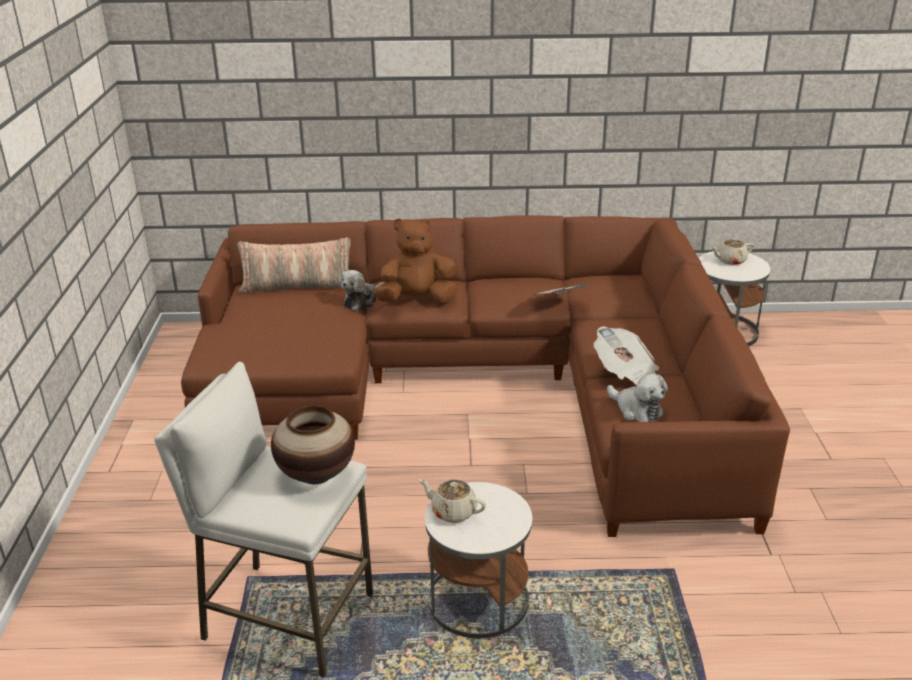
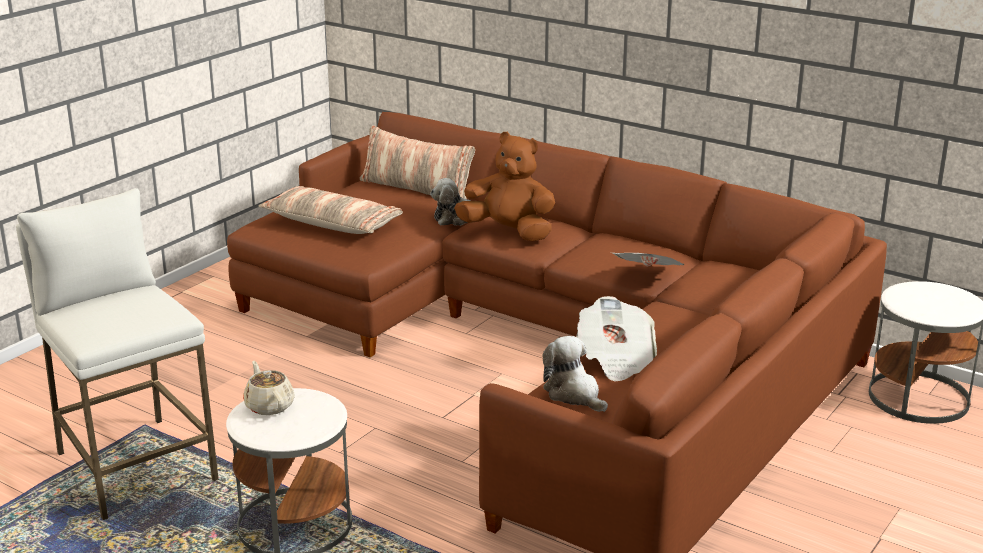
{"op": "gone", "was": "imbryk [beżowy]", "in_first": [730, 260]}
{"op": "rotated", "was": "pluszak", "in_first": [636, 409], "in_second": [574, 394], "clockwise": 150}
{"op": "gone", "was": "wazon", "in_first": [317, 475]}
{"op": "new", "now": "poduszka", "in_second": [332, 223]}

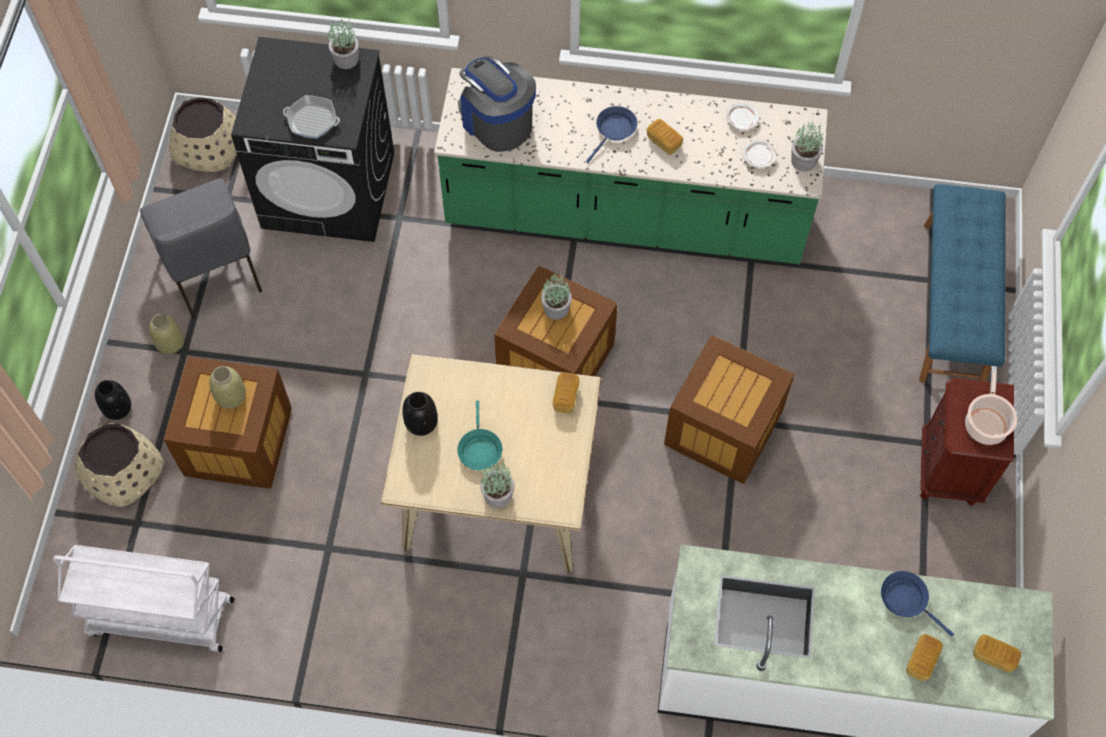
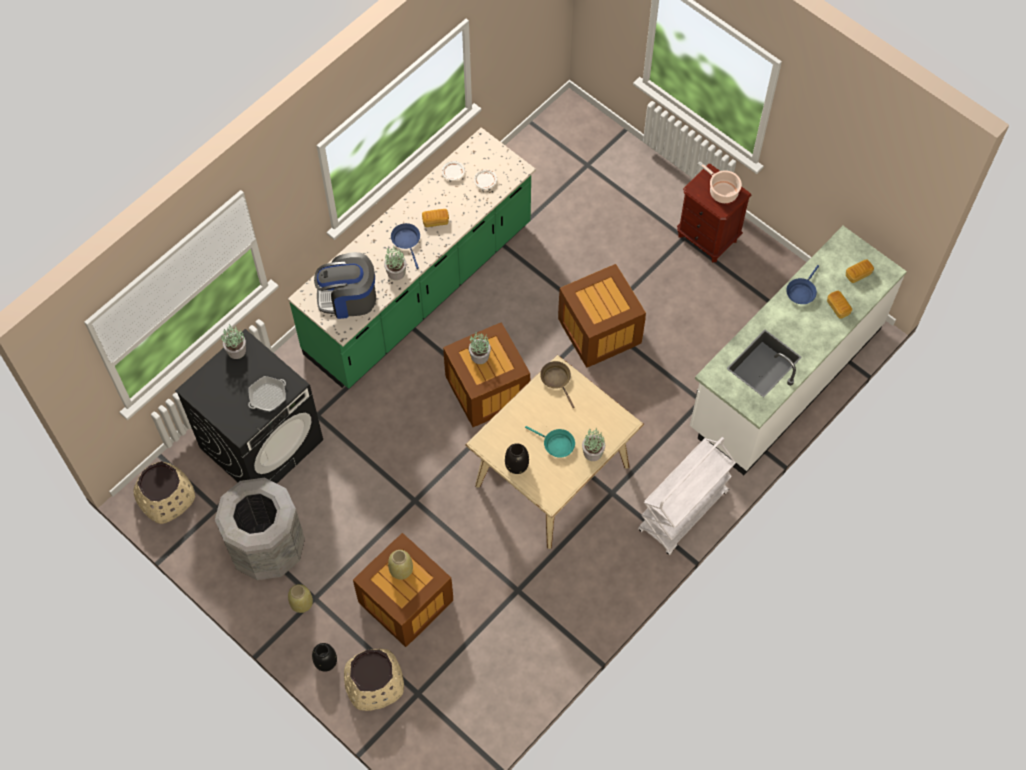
{"op": "shifted", "was": "roślina doniczkowa", "in_first": [803, 160], "in_second": [395, 272]}
{"op": "swapped", "was": "krzesło [szary]", "now": "kosz na śmieci [szary]", "in_first": [213, 272], "in_second": [268, 548]}
{"op": "gone", "was": "ławka [niebieski]", "in_first": [953, 304]}
{"op": "swapped", "was": "chleb", "now": "patelnia [brązowy]", "in_first": [566, 397], "in_second": [557, 380]}
{"op": "shifted", "was": "wózek [biały]", "in_first": [160, 617], "in_second": [683, 512]}
{"op": "rotated", "was": "patelnia [niebieski]", "in_first": [907, 600], "in_second": [801, 292], "clockwise": -45}

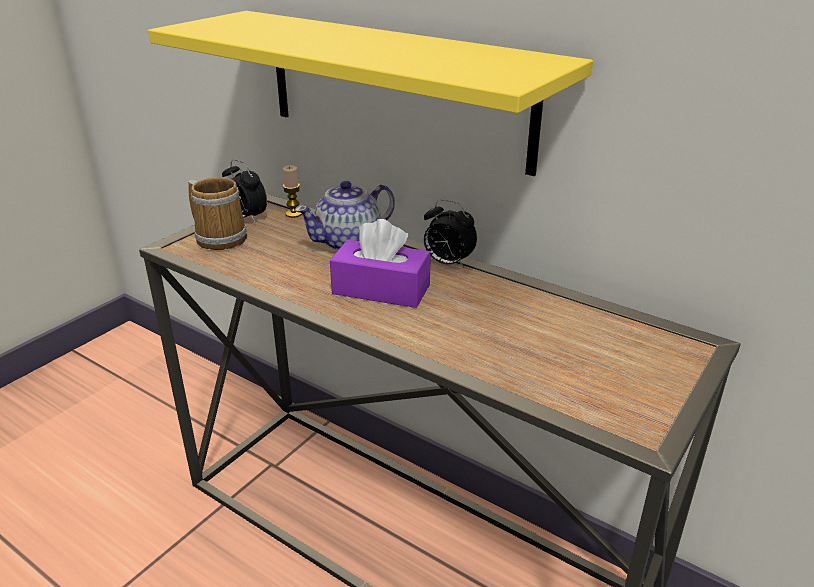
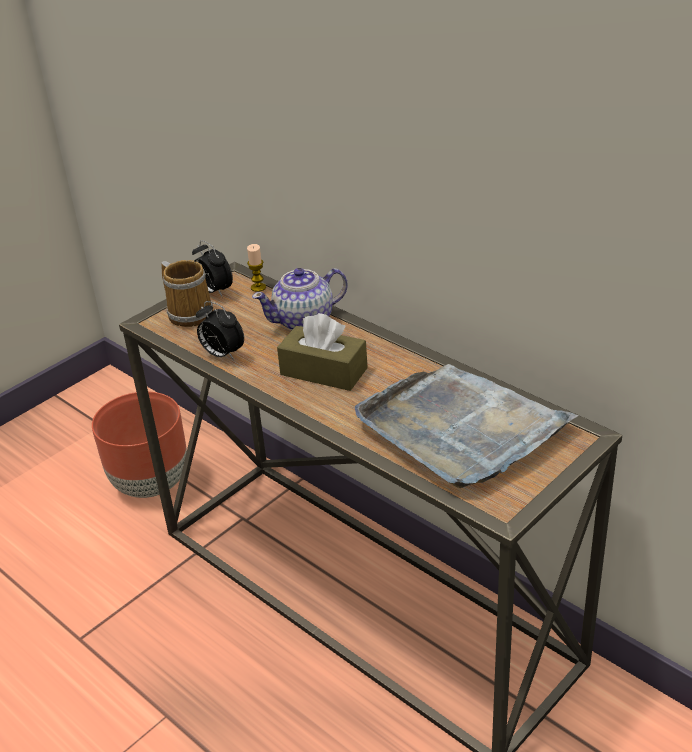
{"op": "gone", "was": "półka [żółty]", "in_first": [395, 88]}
{"op": "shifted", "was": "budzik", "in_first": [447, 263], "in_second": [222, 355]}
{"op": "repainted", "was": "pudełko chusteczek [fioletowy]", "now": "pudełko chusteczek [brązowy]", "in_first": [381, 289], "in_second": [323, 371]}
{"op": "new", "now": "taca [szary]", "in_second": [460, 429]}
{"op": "new", "now": "donica [brązowy]", "in_second": [151, 483]}

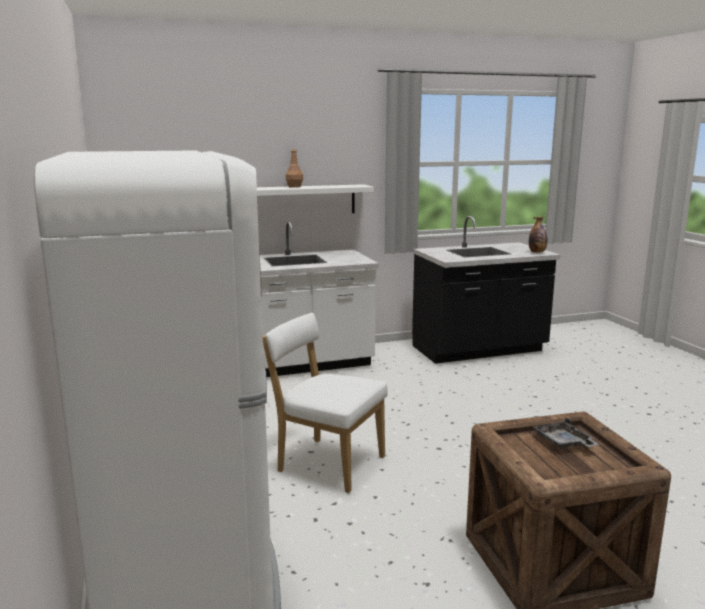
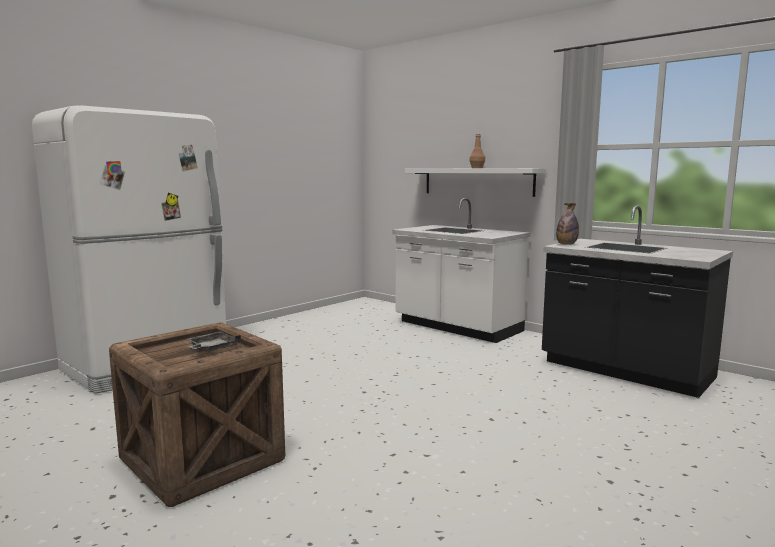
{"op": "shifted", "was": "butelka", "in_first": [537, 252], "in_second": [566, 244]}
{"op": "gone", "was": "krzesło [biały]", "in_first": [327, 463]}

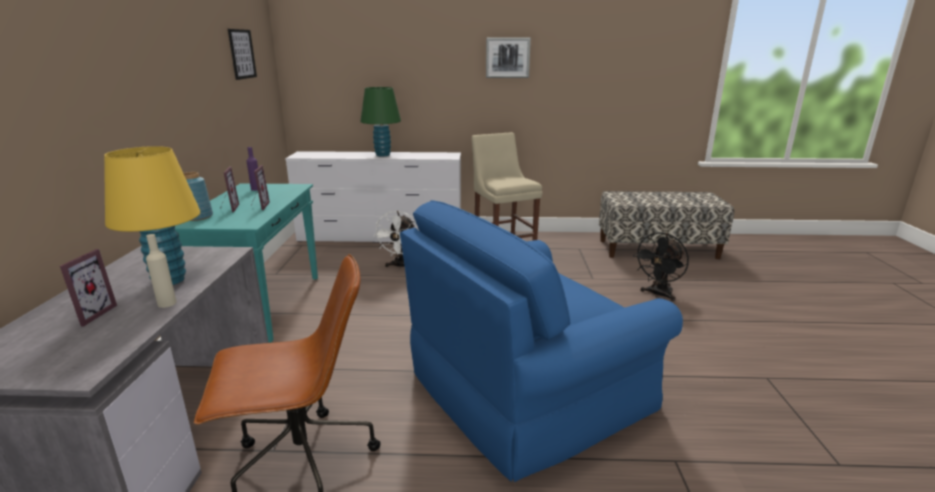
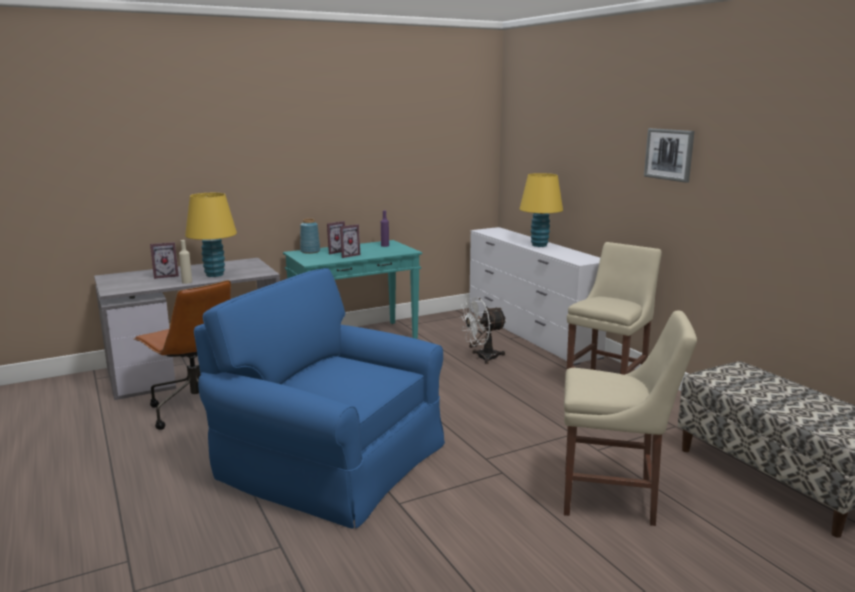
{"op": "gone", "was": "obraz", "in_first": [242, 54]}
{"op": "repainted", "was": "lampa stołowa [zielony]", "now": "lampa stołowa [żółty]", "in_first": [383, 155], "in_second": [539, 245]}
{"op": "swapped", "was": "wentylator [czarny]", "now": "krzesło [beżowy]", "in_first": [658, 294], "in_second": [614, 498]}

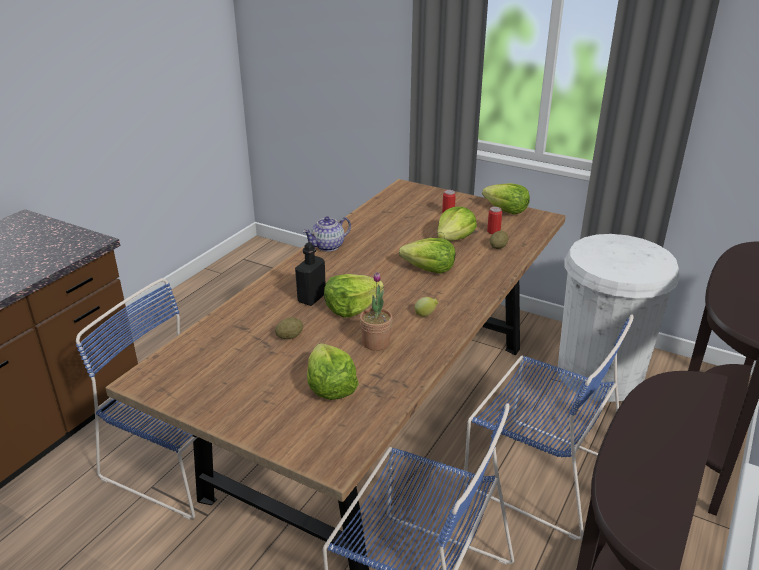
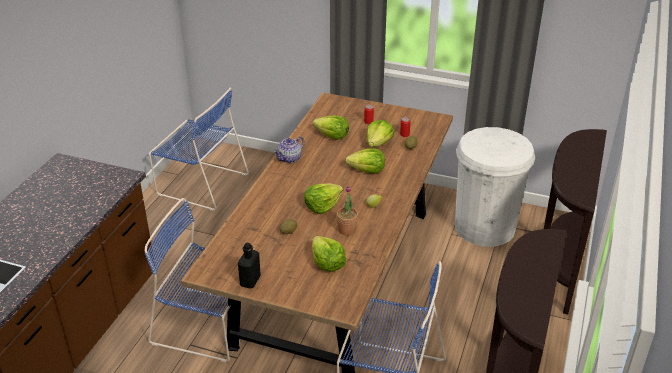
{"op": "shifted", "was": "sałata", "in_first": [506, 210], "in_second": [332, 136]}
{"op": "shifted", "was": "butelka [czarny]", "in_first": [311, 298], "in_second": [250, 281]}
{"op": "shifted", "was": "krzesło [niebieski]", "in_first": [538, 473], "in_second": [200, 184]}

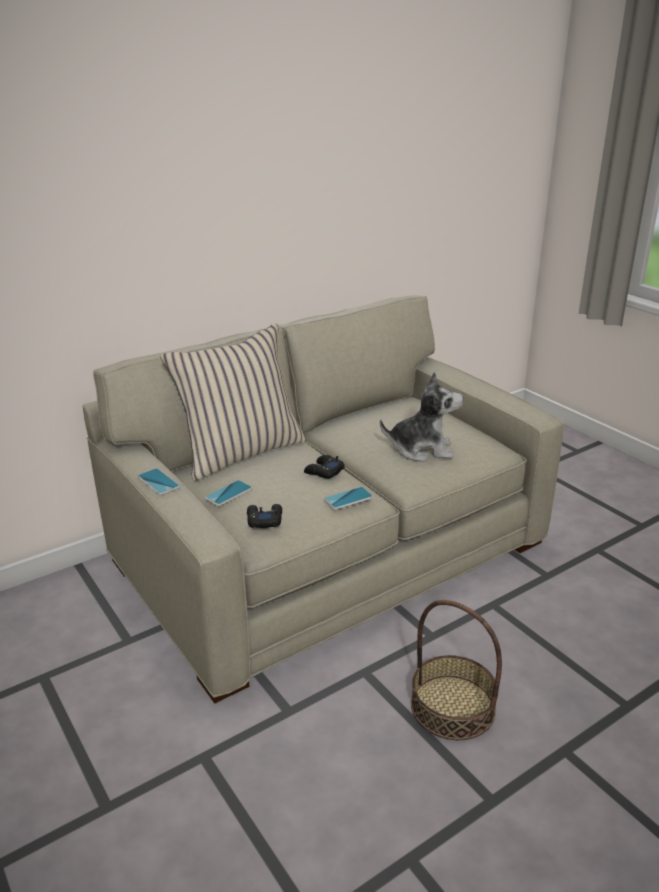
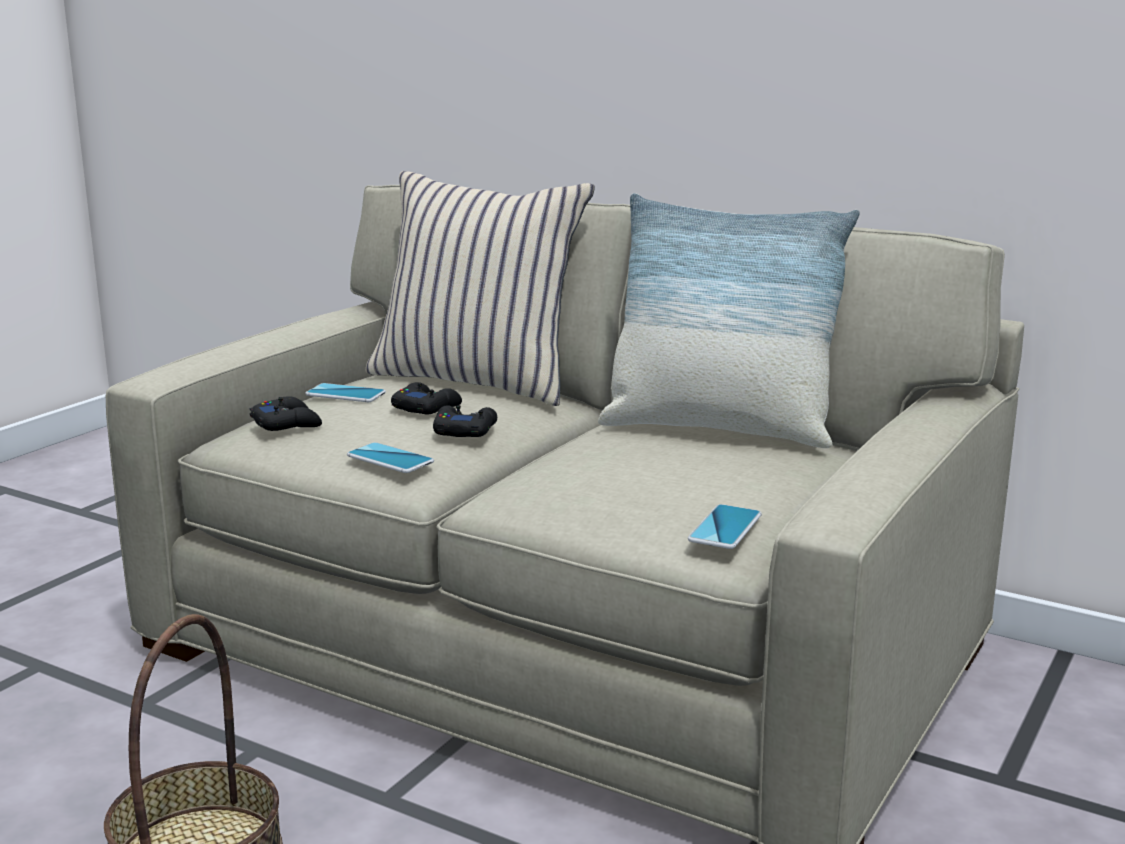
{"op": "gone", "was": "pluszak", "in_first": [421, 449]}
{"op": "shifted", "was": "telefon", "in_first": [158, 482], "in_second": [725, 528]}
{"op": "new", "now": "poduszka", "in_second": [718, 429]}
{"op": "new", "now": "pad do gier [czarny]", "in_second": [426, 408]}

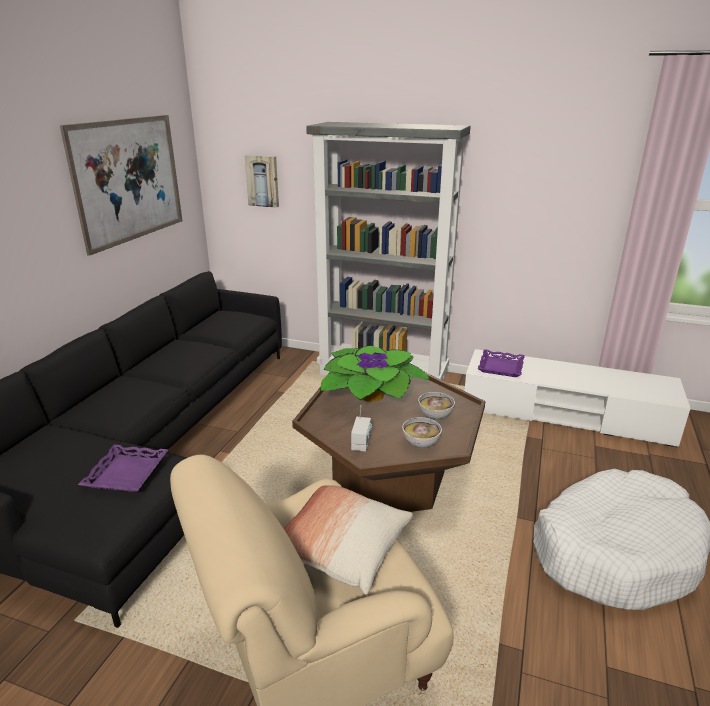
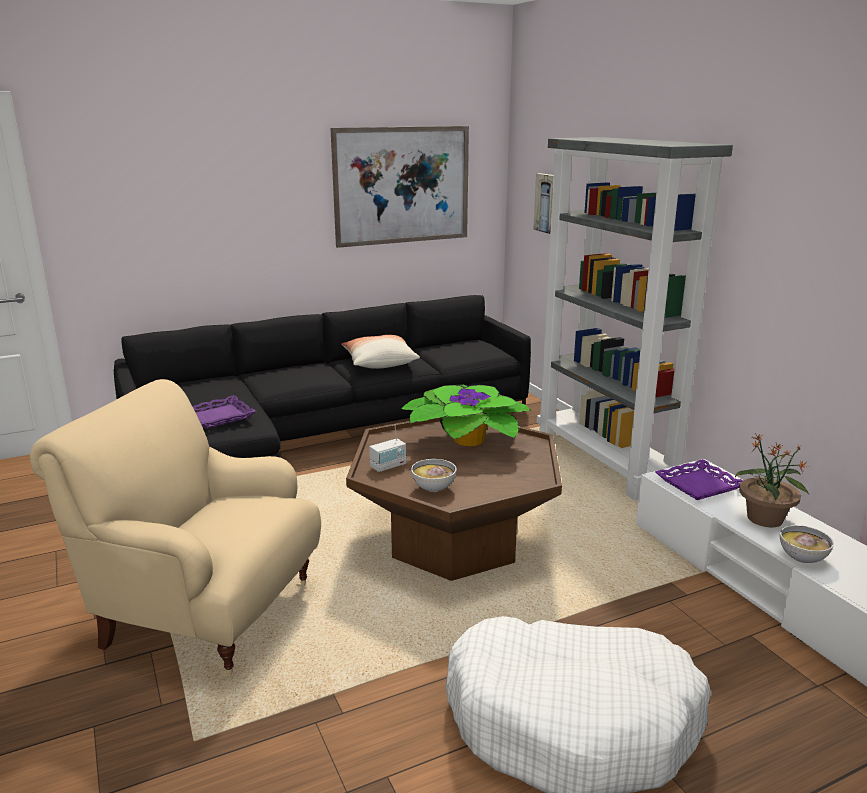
{"op": "shifted", "was": "miska", "in_first": [435, 416], "in_second": [802, 559]}
{"op": "shifted", "was": "poduszka", "in_first": [341, 547], "in_second": [379, 363]}
{"op": "new", "now": "roślina doniczkowa", "in_second": [764, 519]}

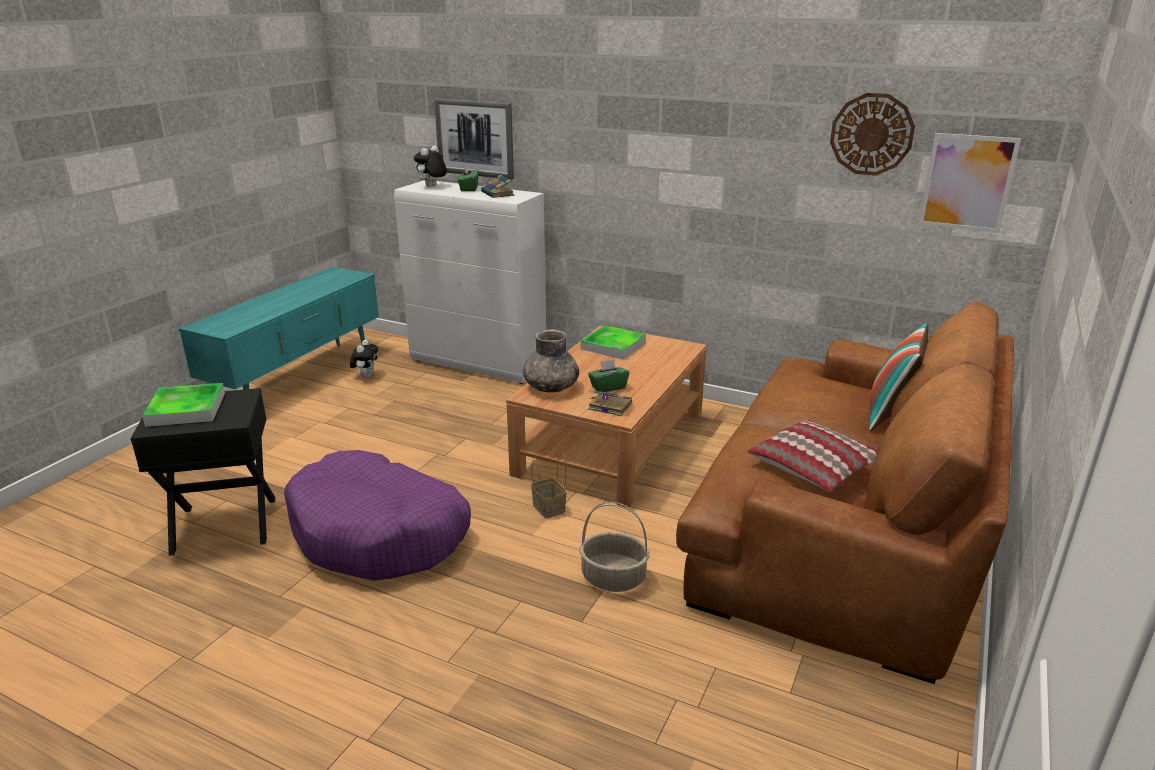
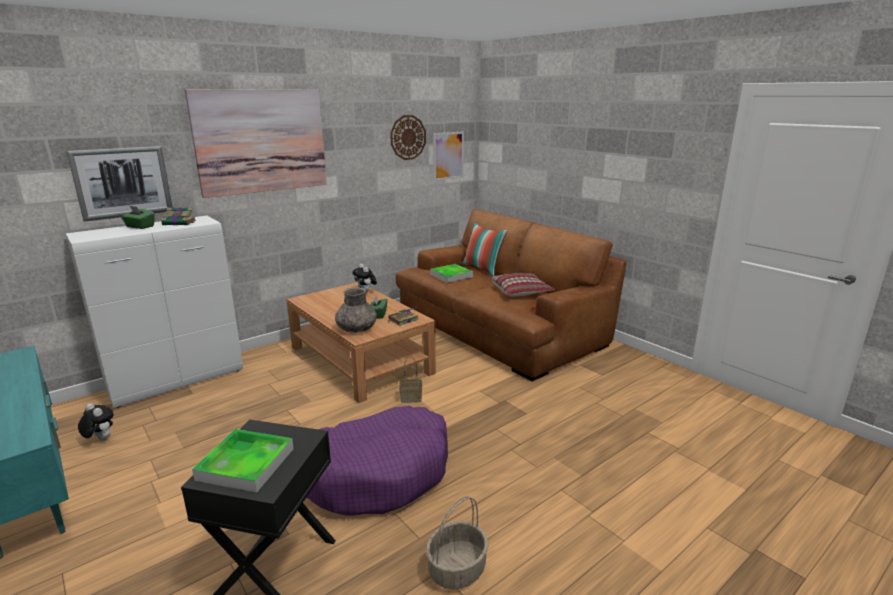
{"op": "shifted", "was": "pluszak", "in_first": [432, 186], "in_second": [365, 293]}
{"op": "shifted", "was": "taca", "in_first": [613, 346], "in_second": [451, 275]}
{"op": "shifted", "was": "koszyk", "in_first": [614, 577], "in_second": [457, 569]}
{"op": "new", "now": "obraz", "in_second": [261, 141]}

